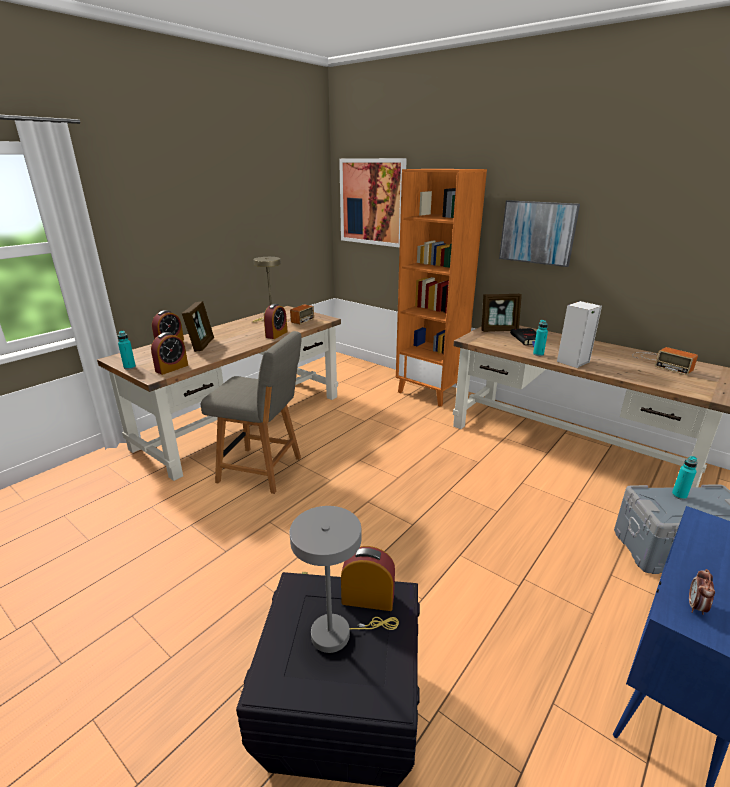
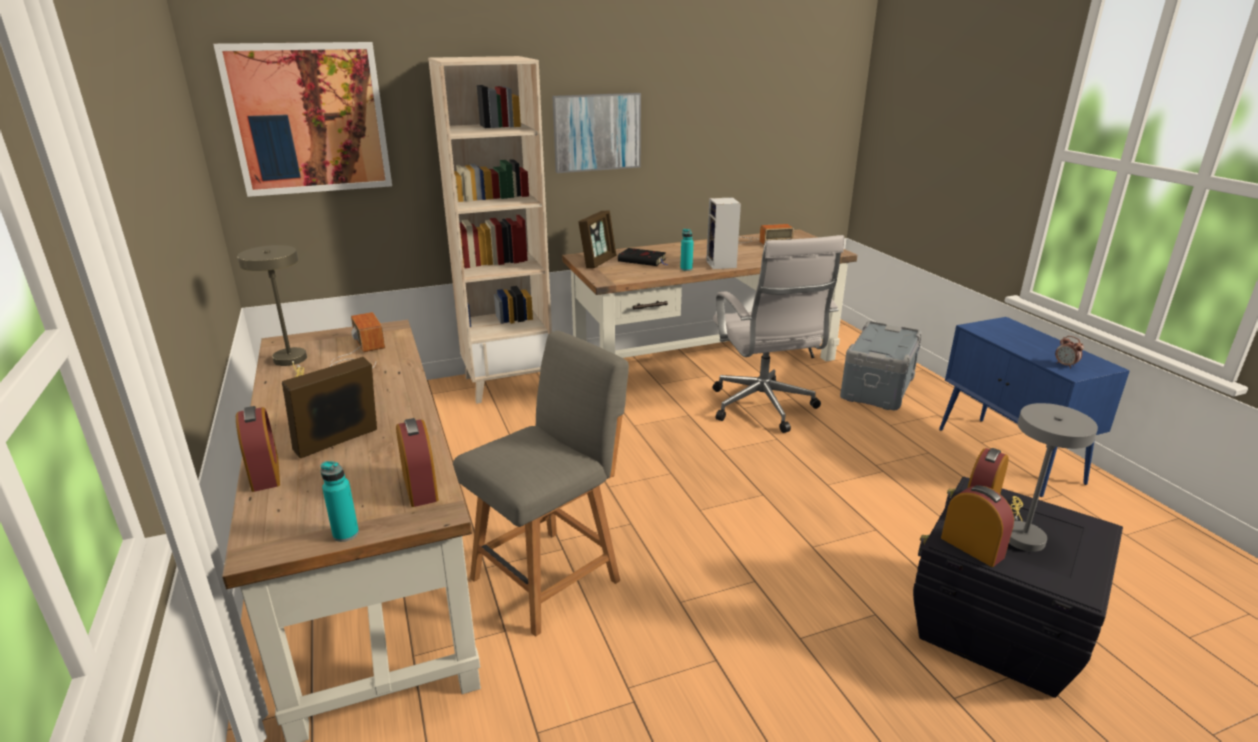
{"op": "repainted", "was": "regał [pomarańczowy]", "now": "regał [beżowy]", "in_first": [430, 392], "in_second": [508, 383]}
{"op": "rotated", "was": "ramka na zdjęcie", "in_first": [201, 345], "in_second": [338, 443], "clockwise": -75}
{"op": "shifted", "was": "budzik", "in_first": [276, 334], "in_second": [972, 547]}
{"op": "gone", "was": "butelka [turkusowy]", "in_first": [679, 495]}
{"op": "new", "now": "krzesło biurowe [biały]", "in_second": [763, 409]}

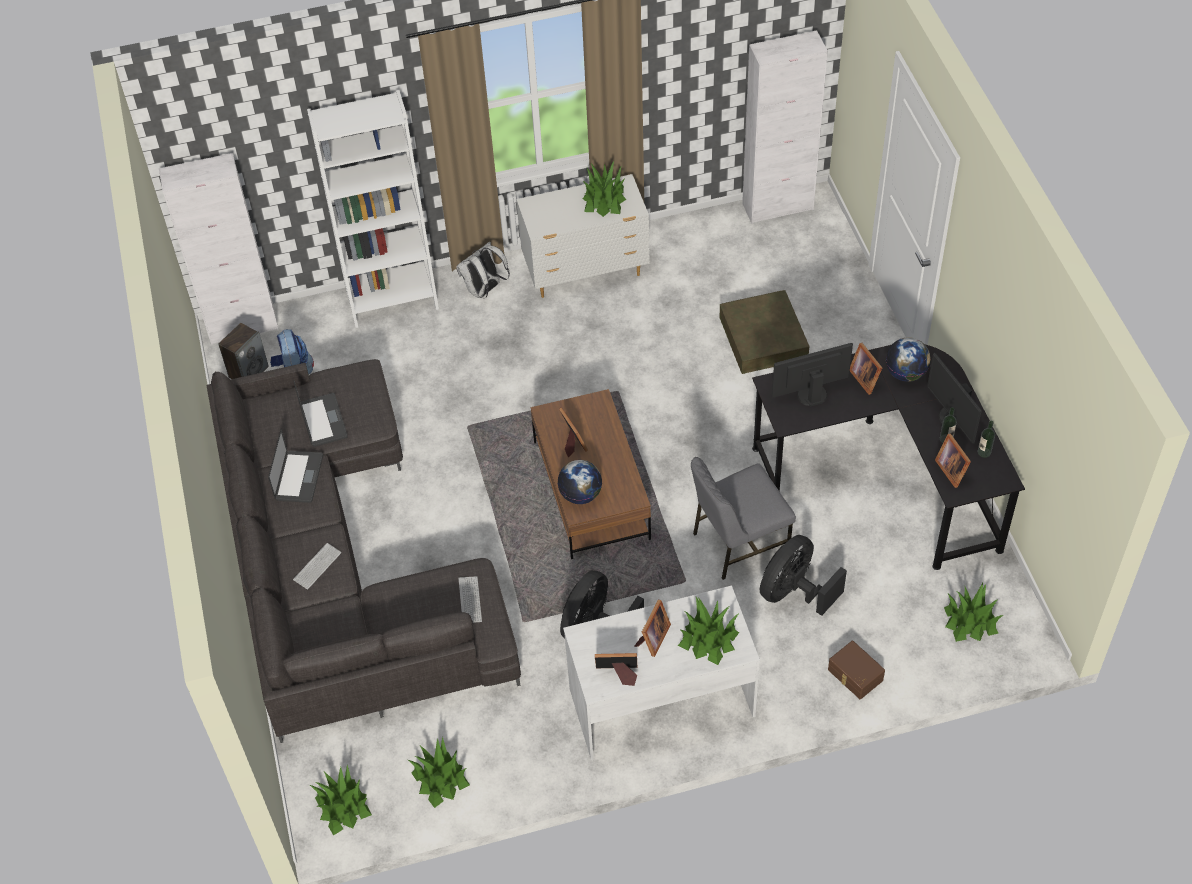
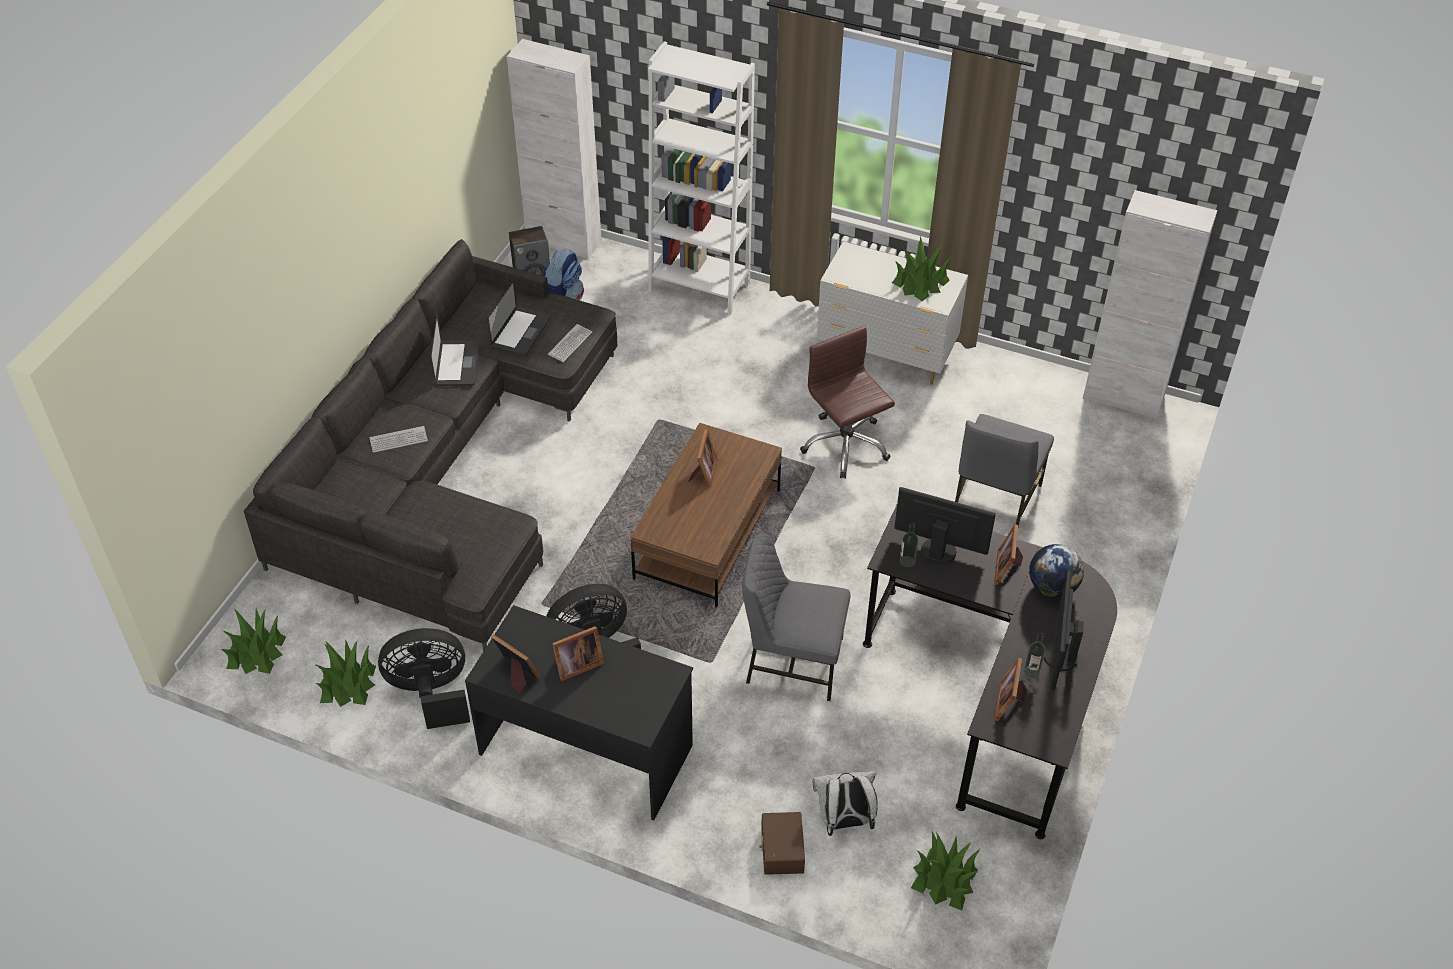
{"op": "shifted", "was": "plecak [biały]", "in_first": [484, 290], "in_second": [844, 822]}
{"op": "swapped", "was": "pojemnik do przechowywania [brązowy]", "now": "krzesło [szary]", "in_first": [763, 338], "in_second": [994, 501]}
{"op": "shifted", "was": "butelka", "in_first": [984, 452], "in_second": [907, 561]}
{"op": "rotated", "was": "laptop", "in_first": [299, 477], "in_second": [457, 364], "clockwise": -45}
{"op": "gone", "was": "globus", "in_first": [581, 494]}
{"op": "shifted", "was": "wentylator [czarny]", "in_first": [794, 592], "in_second": [431, 693]}
{"op": "shifted", "was": "klawiatura", "in_first": [470, 600], "in_second": [570, 344]}
{"op": "repainted", "was": "biurko [biały]", "now": "biurko [czarny]", "in_first": [661, 701], "in_second": [587, 748]}
{"op": "gone", "was": "roślina doniczkowa", "in_first": [708, 638]}
{"op": "new", "now": "krzesło biurowe [brązowy]", "in_second": [845, 445]}

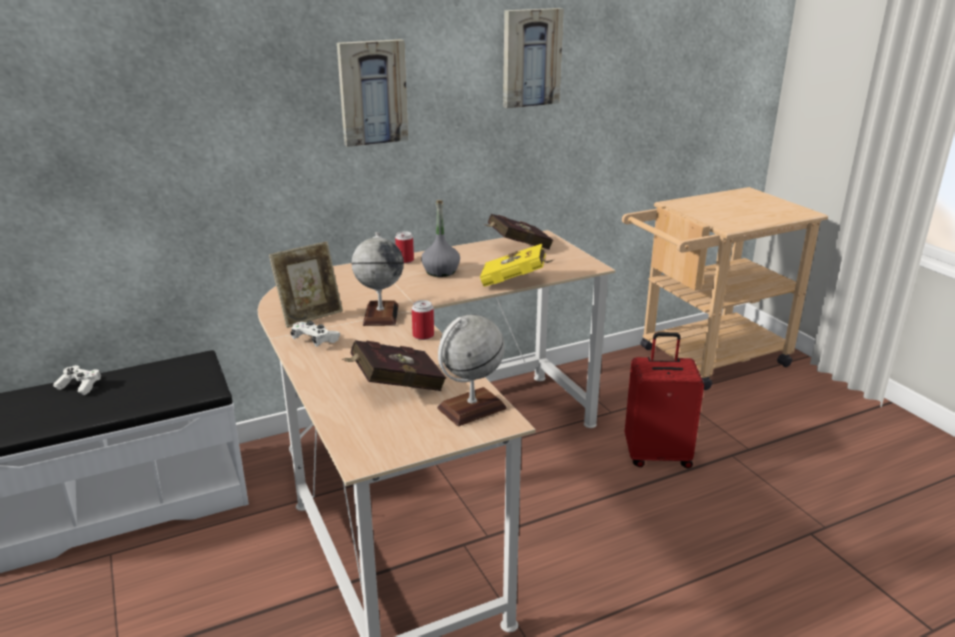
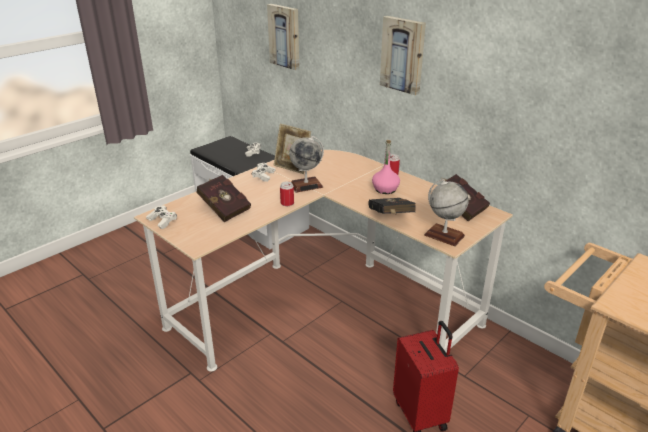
{"op": "shifted", "was": "obraz", "in_first": [530, 58], "in_second": [285, 36]}
{"op": "repainted", "was": "butelka [szary]", "now": "butelka [różowy]", "in_first": [440, 271], "in_second": [385, 189]}
{"op": "repainted", "was": "książka [żółty]", "now": "książka [czarny]", "in_first": [516, 282], "in_second": [390, 218]}
{"op": "shifted", "was": "globus", "in_first": [471, 408], "in_second": [444, 235]}
{"op": "new", "now": "pad do gier [biały]", "in_second": [162, 221]}

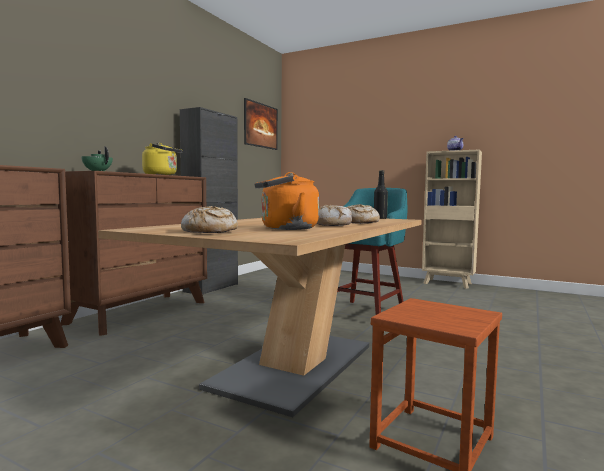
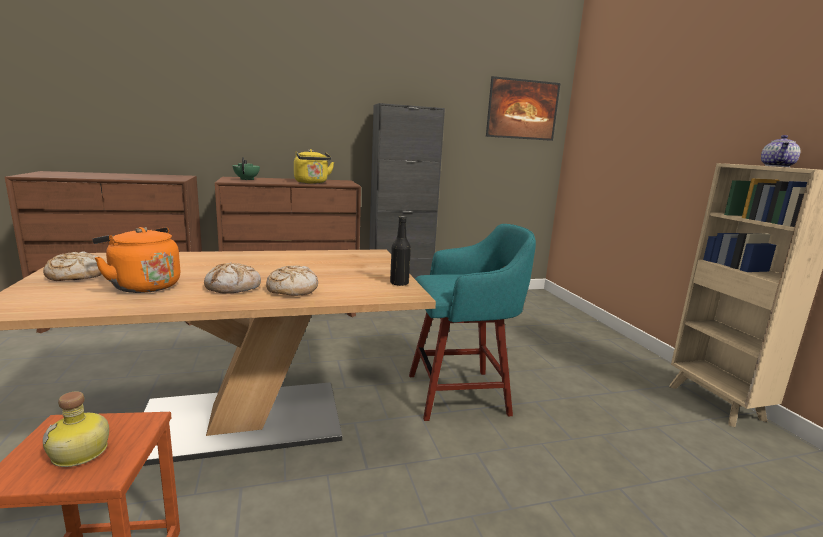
{"op": "new", "now": "butelka", "in_second": [81, 453]}

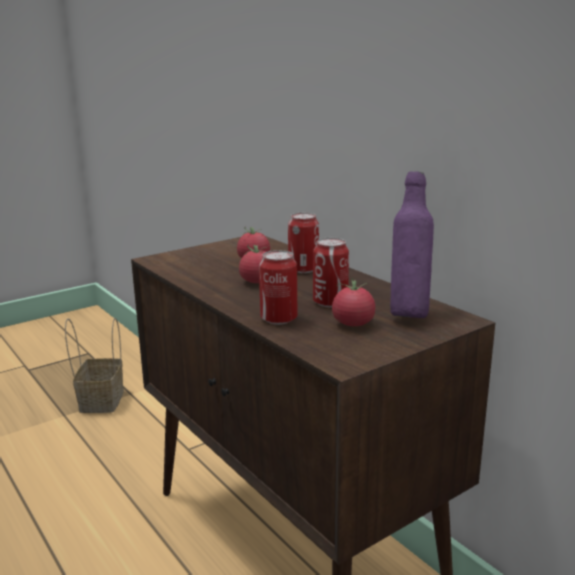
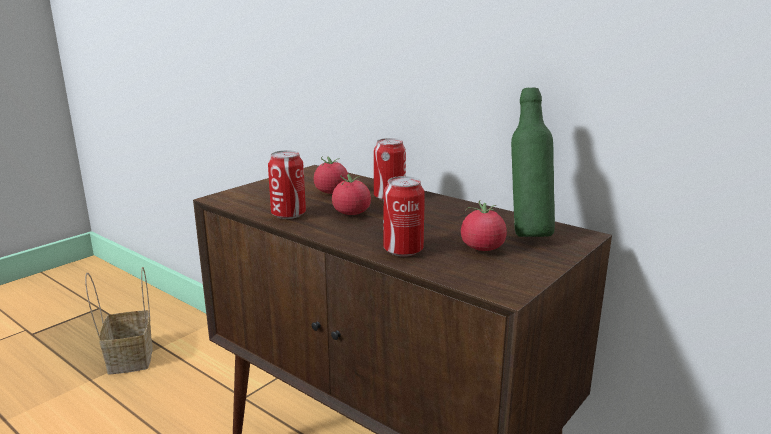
{"op": "repainted", "was": "butelka [fioletowy]", "now": "butelka [zielony]", "in_first": [408, 314], "in_second": [527, 234]}
{"op": "shifted", "was": "puszka", "in_first": [330, 302], "in_second": [288, 214]}

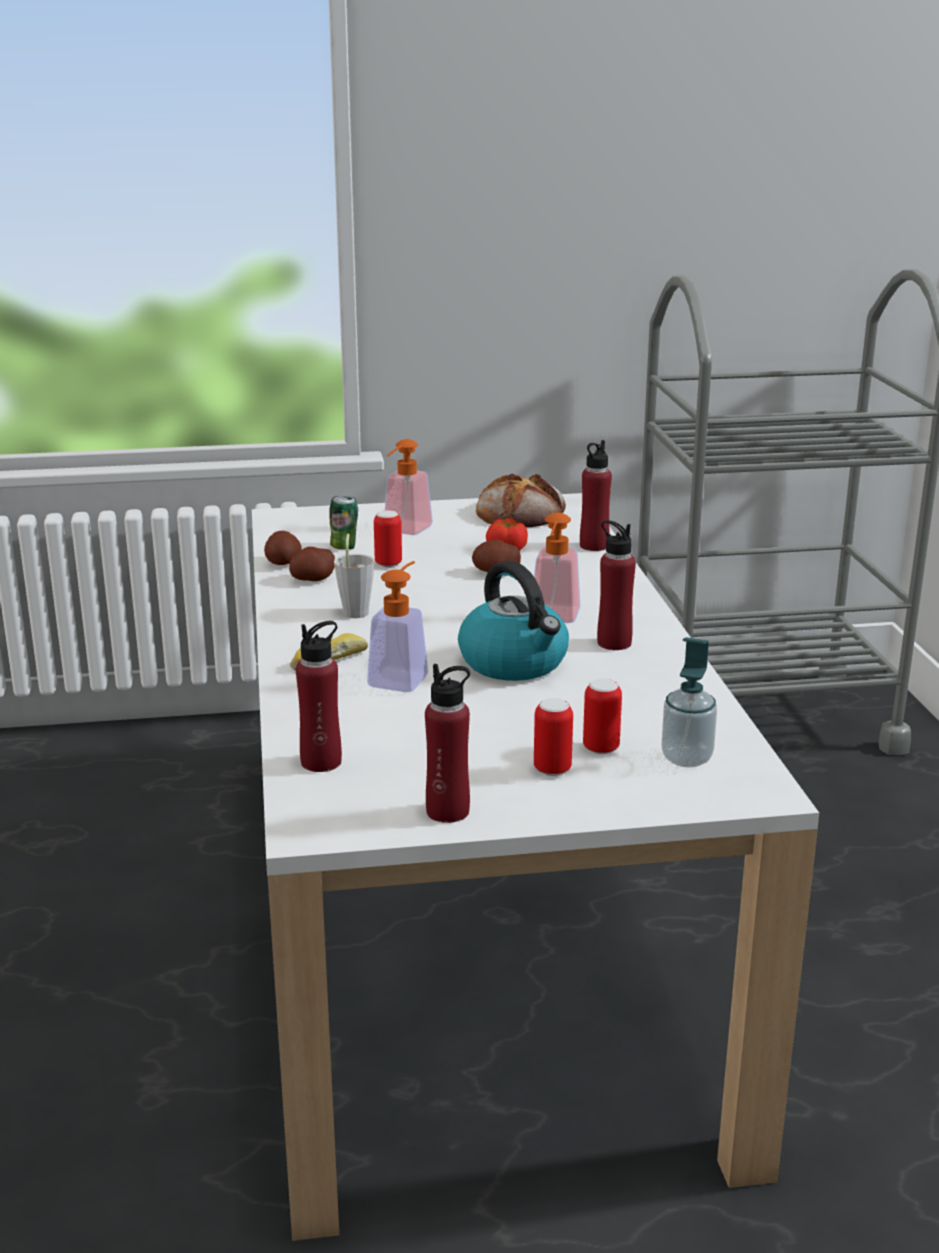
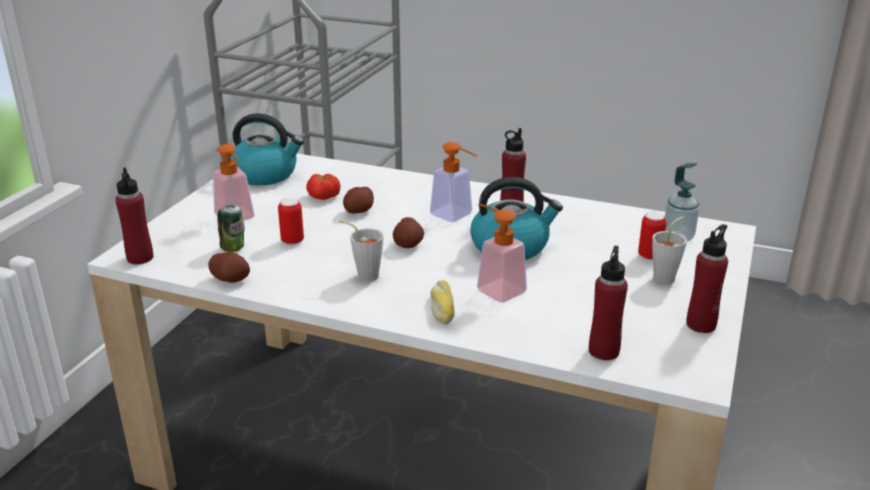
{"op": "shifted", "was": "butelka [czerwony]", "in_first": [593, 546], "in_second": [140, 258]}
{"op": "swapped", "was": "chleb", "now": "czajnik", "in_first": [521, 513], "in_second": [265, 174]}
{"op": "shifted", "was": "ziemniak", "in_first": [313, 579], "in_second": [408, 244]}
{"op": "swapped", "was": "puszka", "now": "filiżanka [szary]", "in_first": [552, 769], "in_second": [666, 277]}

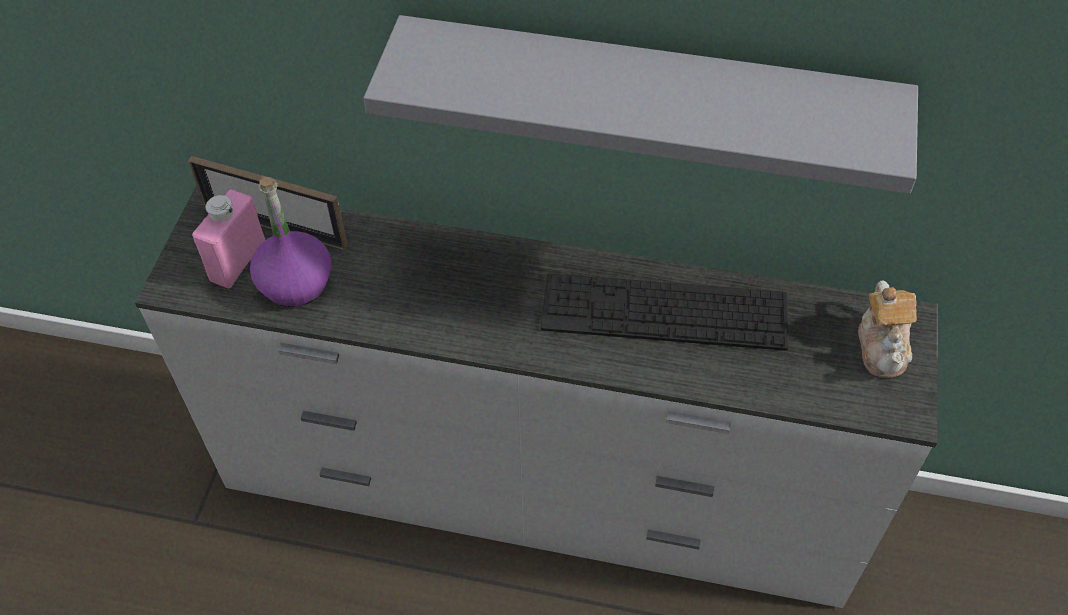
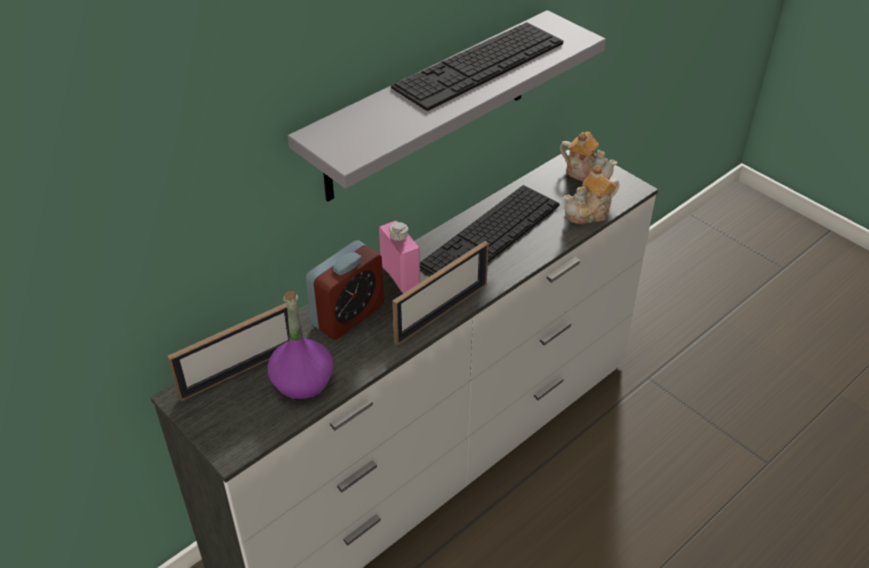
{"op": "shifted", "was": "butelka [różowy]", "in_first": [238, 261], "in_second": [400, 276]}
{"op": "new", "now": "klawiatura", "in_second": [479, 65]}
{"op": "new", "now": "imbryk", "in_second": [589, 212]}
{"op": "new", "now": "budzik", "in_second": [348, 315]}
{"op": "new", "now": "ramka na zdjęcie", "in_second": [441, 312]}

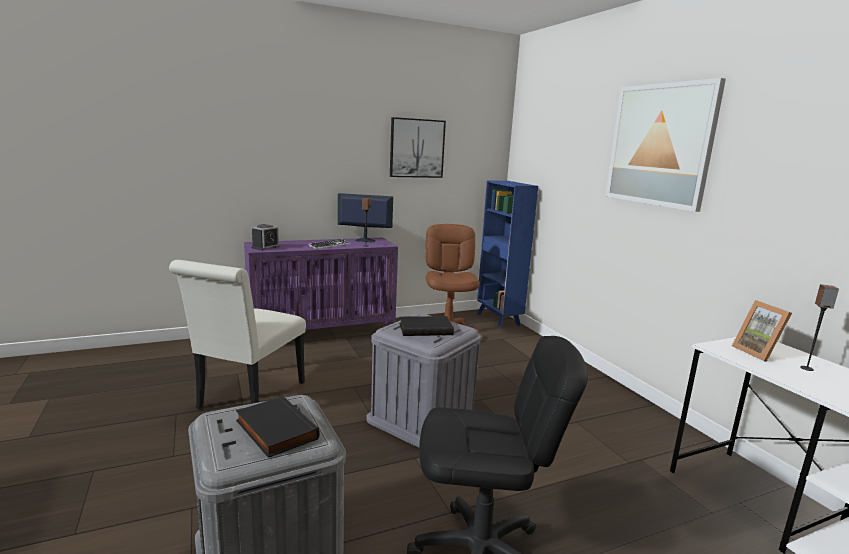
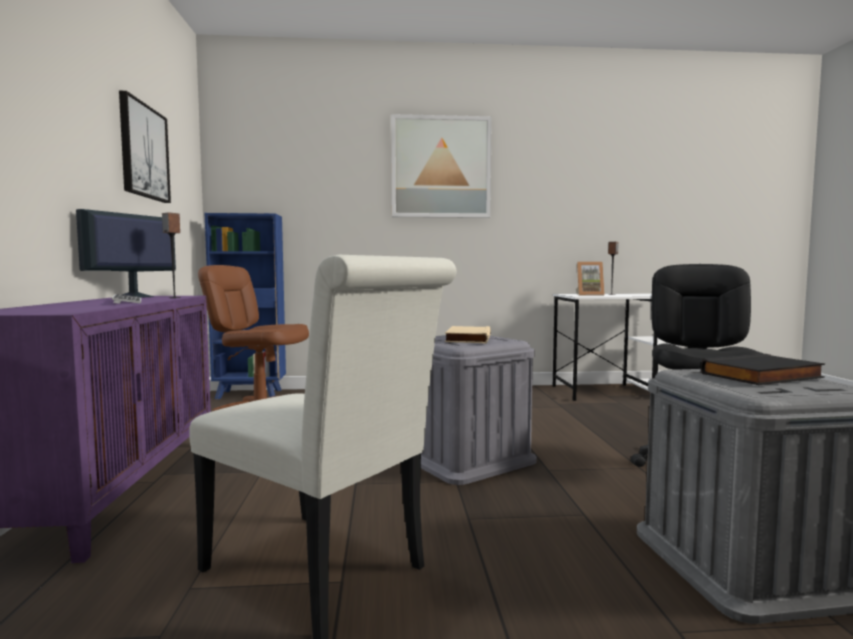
{"op": "gone", "was": "budzik", "in_first": [265, 247]}
{"op": "repainted", "was": "książka [czarny]", "now": "książka [beżowy]", "in_first": [425, 329], "in_second": [467, 339]}

